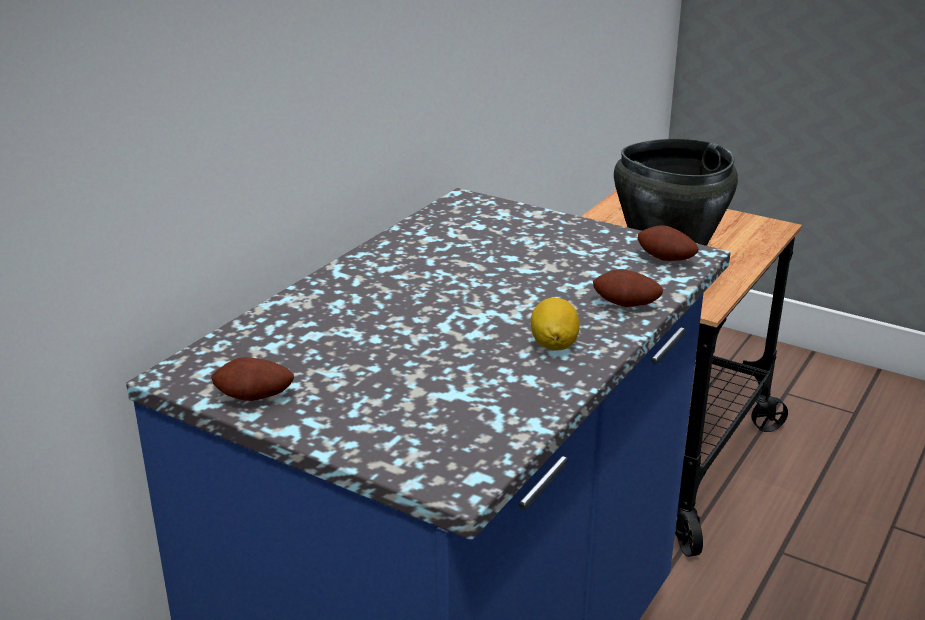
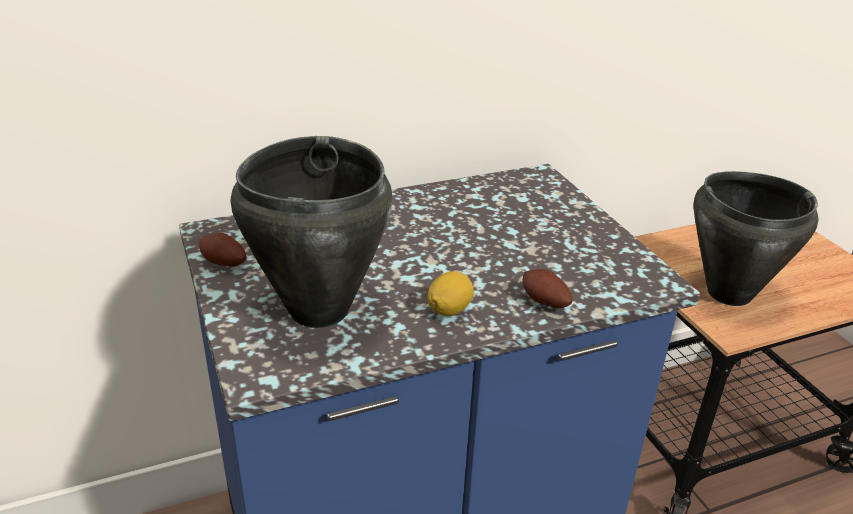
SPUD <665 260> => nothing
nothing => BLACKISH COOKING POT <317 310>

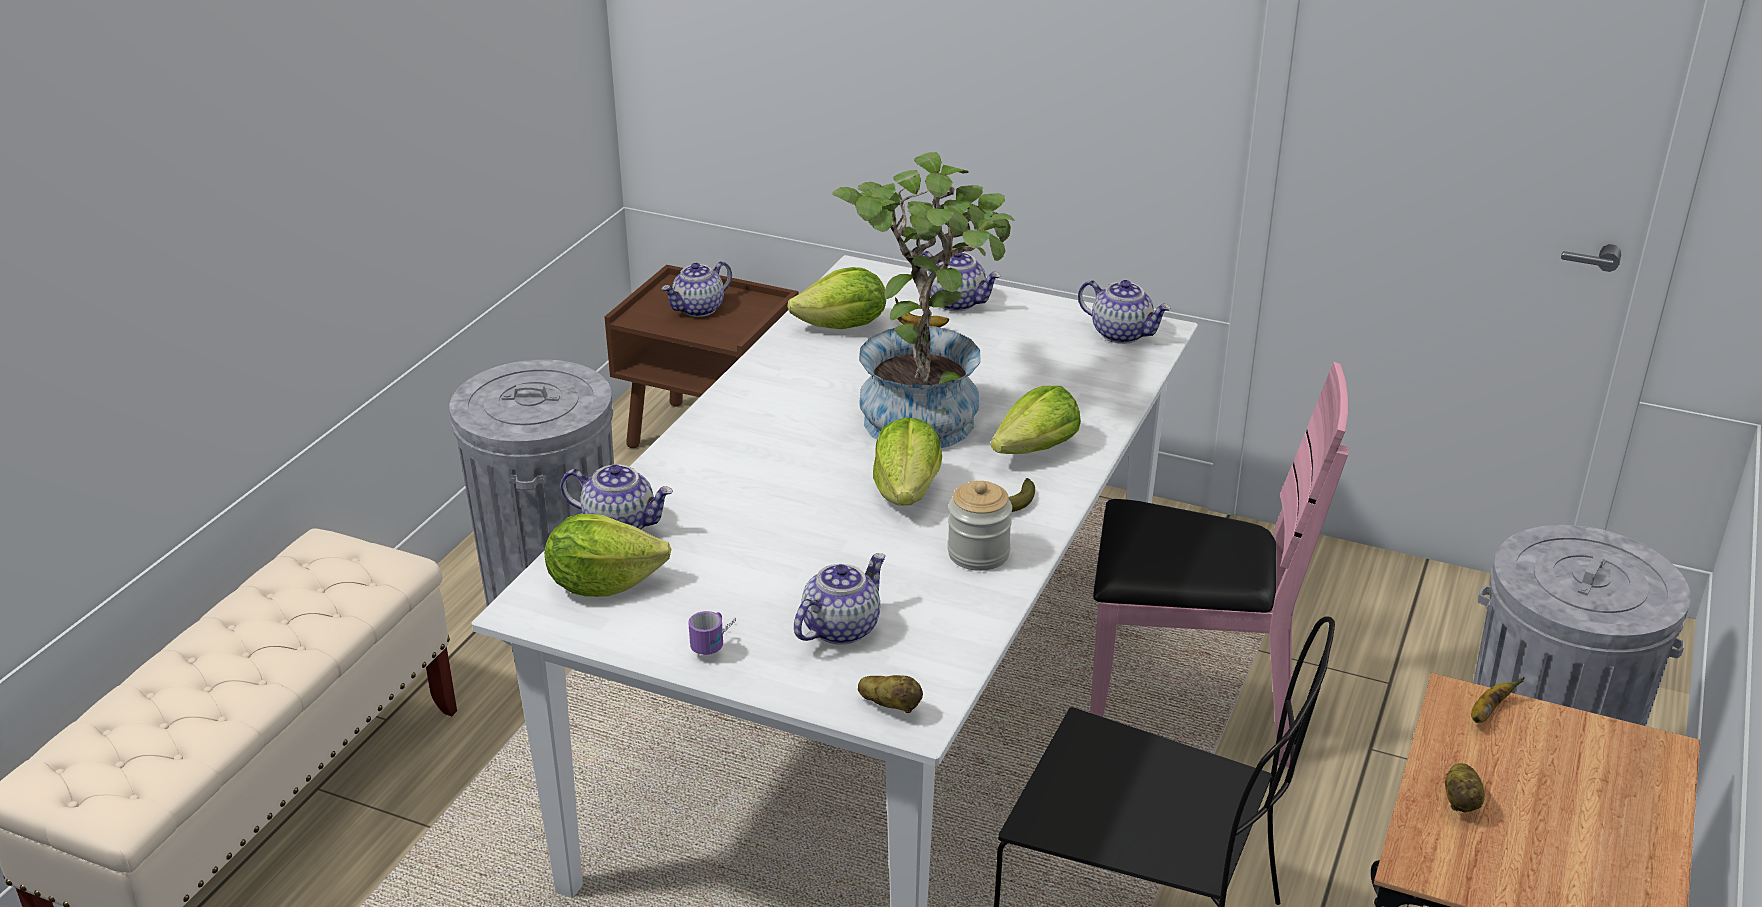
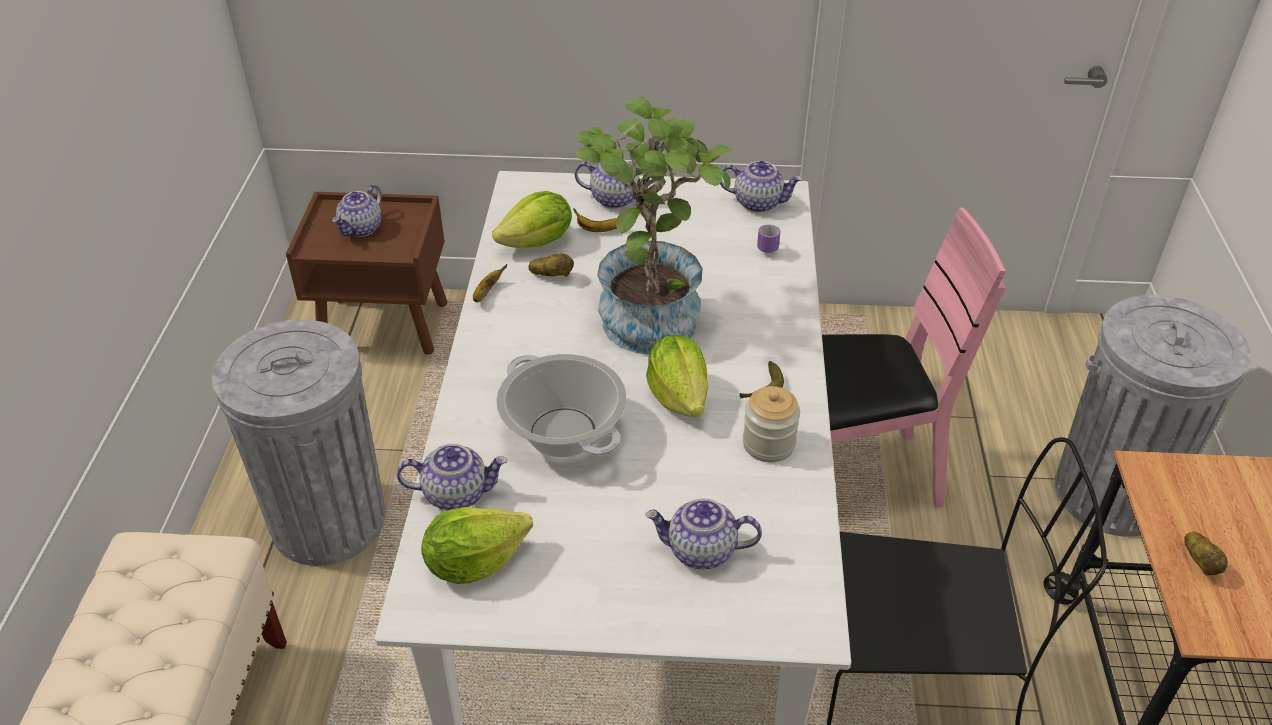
LETTUCE HEAD <1036 449> => nothing
TEAPOT <840 627> => TEAPOT <701 551>, 105 degrees counterclockwise
COFFEE MUG <717 642> => COFFEE MUG <768 244>, move
SPUD <890 706> => SPUD <552 275>, move
BANANA FRUIT <1487 712> => BANANA FRUIT <486 293>, move
nothing => COOKING POT <564 432>

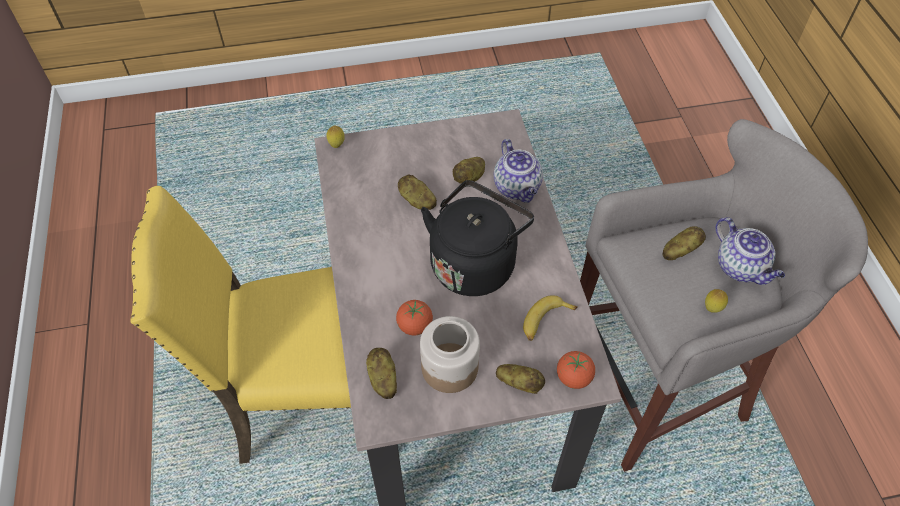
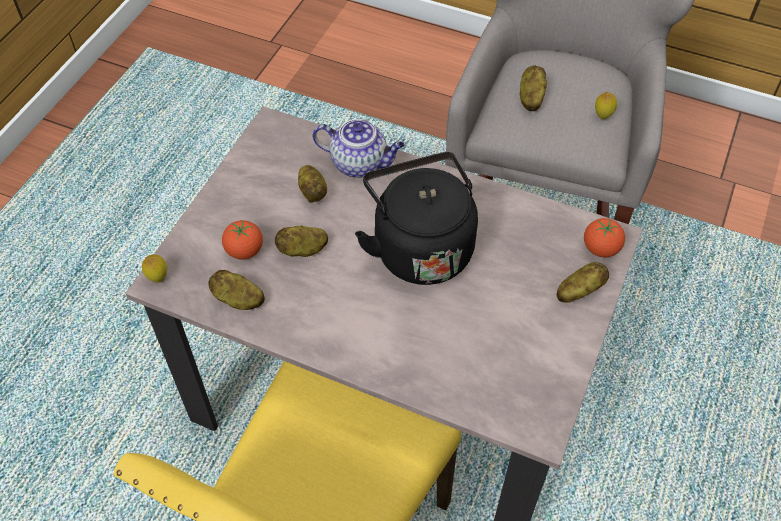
TEAPOT <741 268> => nothing
BANANA FRUIT <545 322> => nothing
FRESH TOMATO <415 326> => FRESH TOMATO <244 251>, move
JAR <449 367> => nothing
SPUD <382 379> => SPUD <238 300>, move

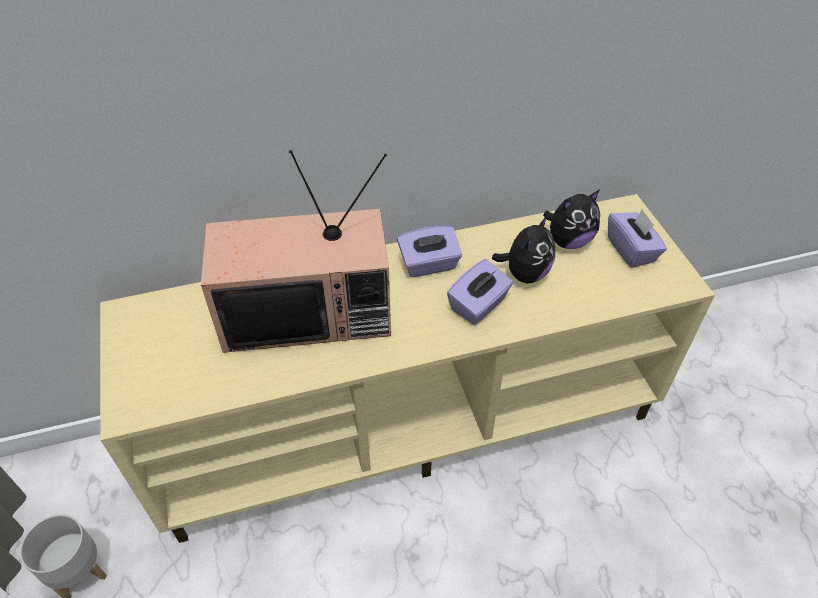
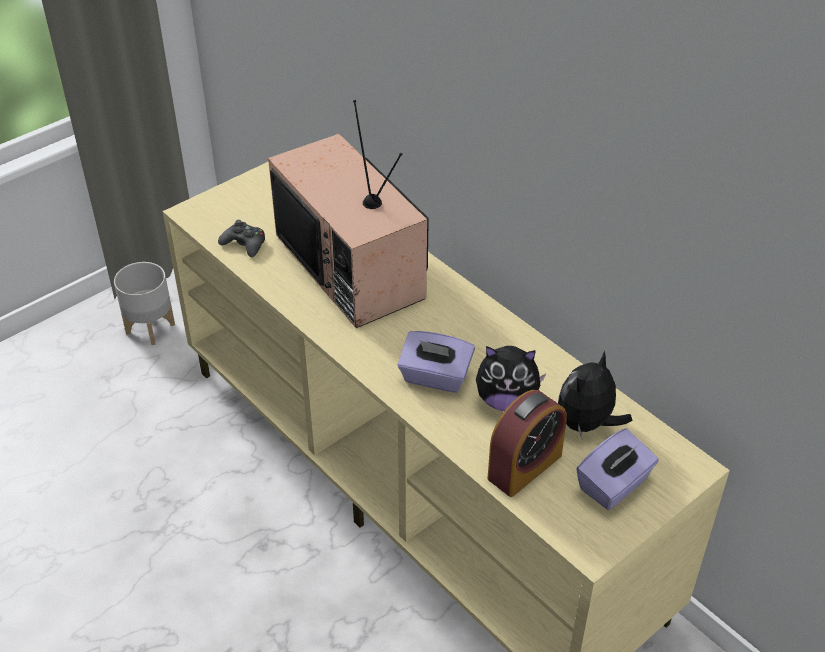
CUDDLY TOY <568 241> => CUDDLY TOY <587 424>, 90 degrees clockwise
PURPLE-COLOURED TISSUE BOX <429 265> => nothing
nothing => BLACKISH JOYPAD <244 244>
nothing => BEDSIDE CLOCK <524 466>

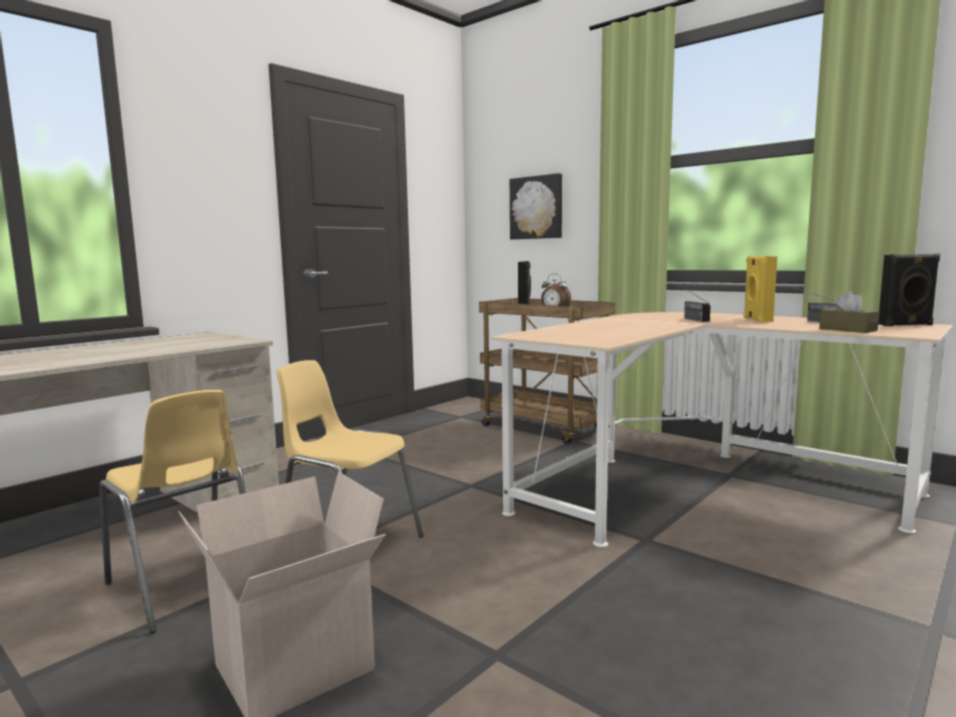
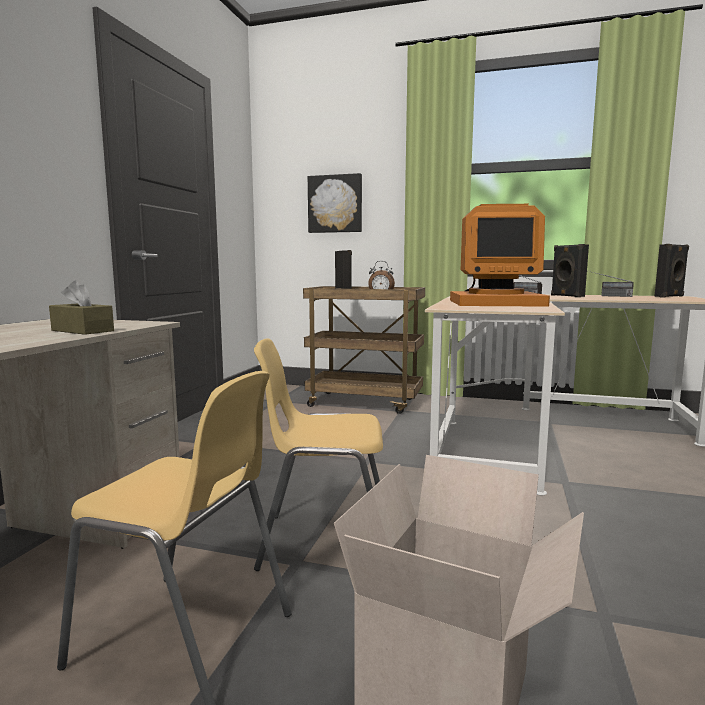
YELLOW SPEAKER <756 319> => BLACKISH SPEAKER <566 296>
BROWN TISSUE BOX <847 330> => BROWN TISSUE BOX <82 331>, move
nothing => COMPUTER DISPLAY <495 302>

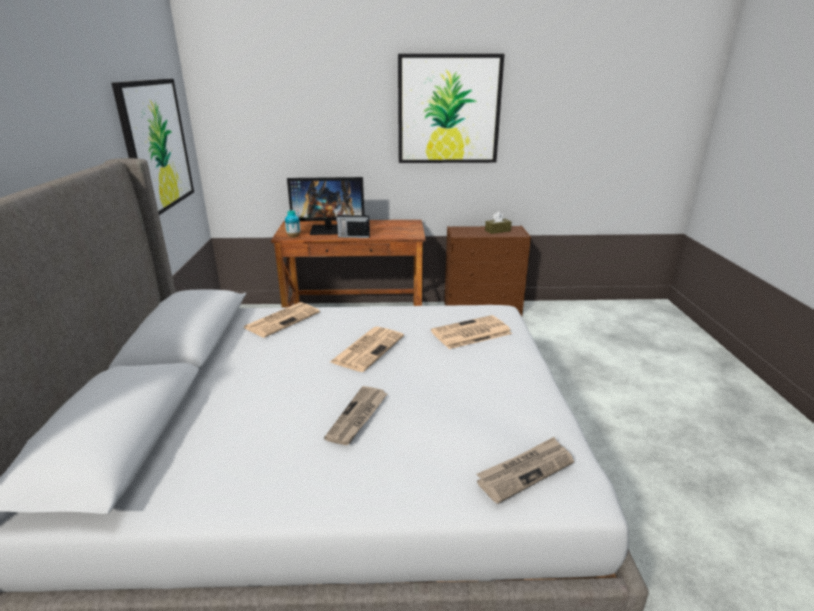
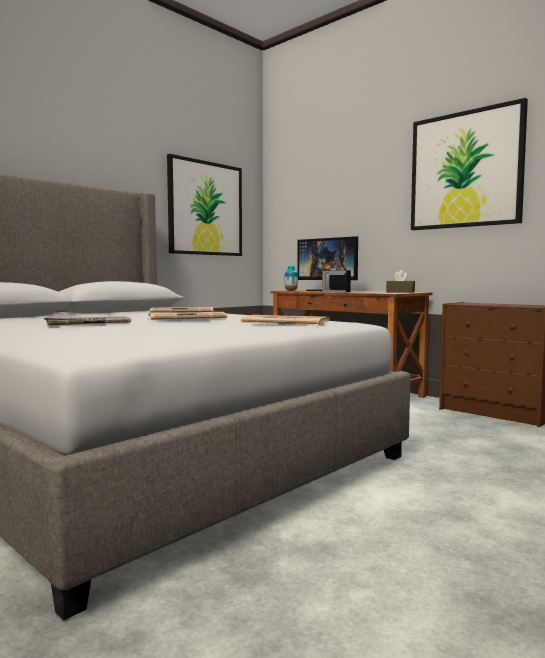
BROWN TISSUE BOX <497 231> => BROWN TISSUE BOX <400 292>, move
PRINTED PAPER <525 471> => nothing

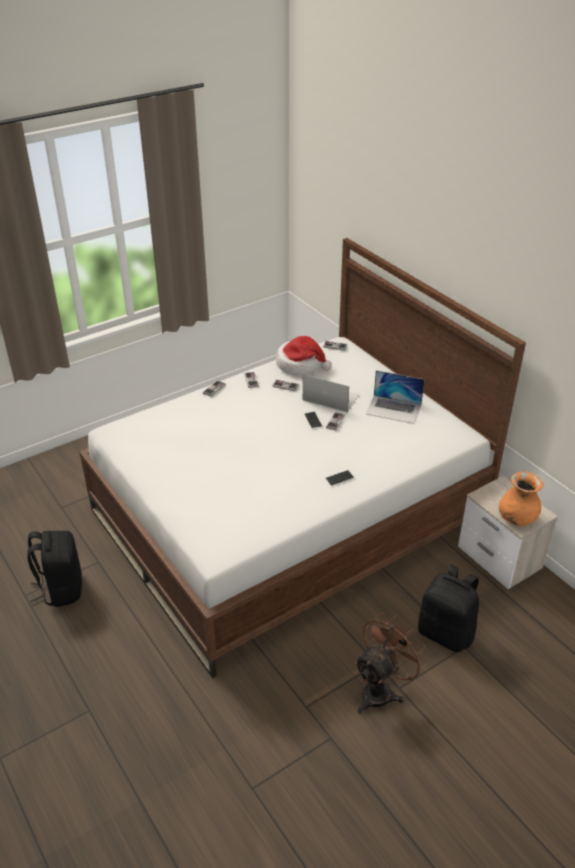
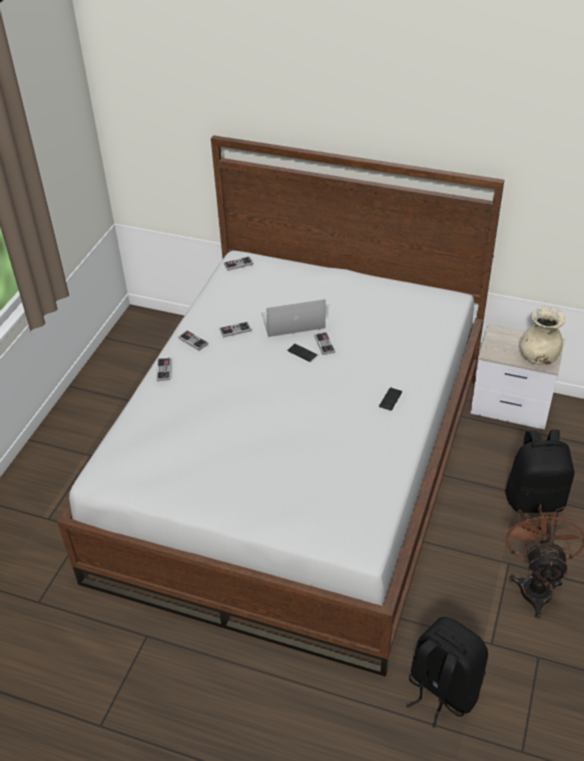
WEARABLE HAT <300 364> => nothing
NOTEBOOK COMPUTER <394 409> => nothing
ORANGE-COLOURED FLOWER VASE <517 518> => BEIGE-COLOURED FLOWER VASE <538 358>
BLACKISH RUCKSACK <61 589> => BLACKISH RUCKSACK <442 689>, move

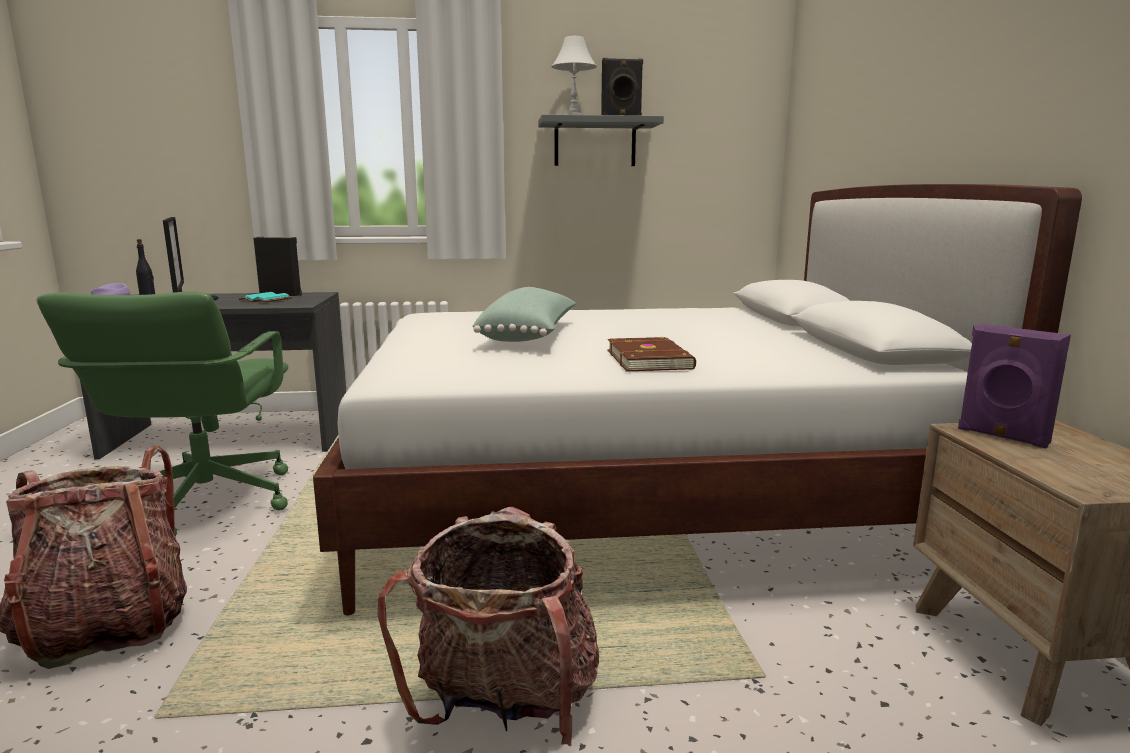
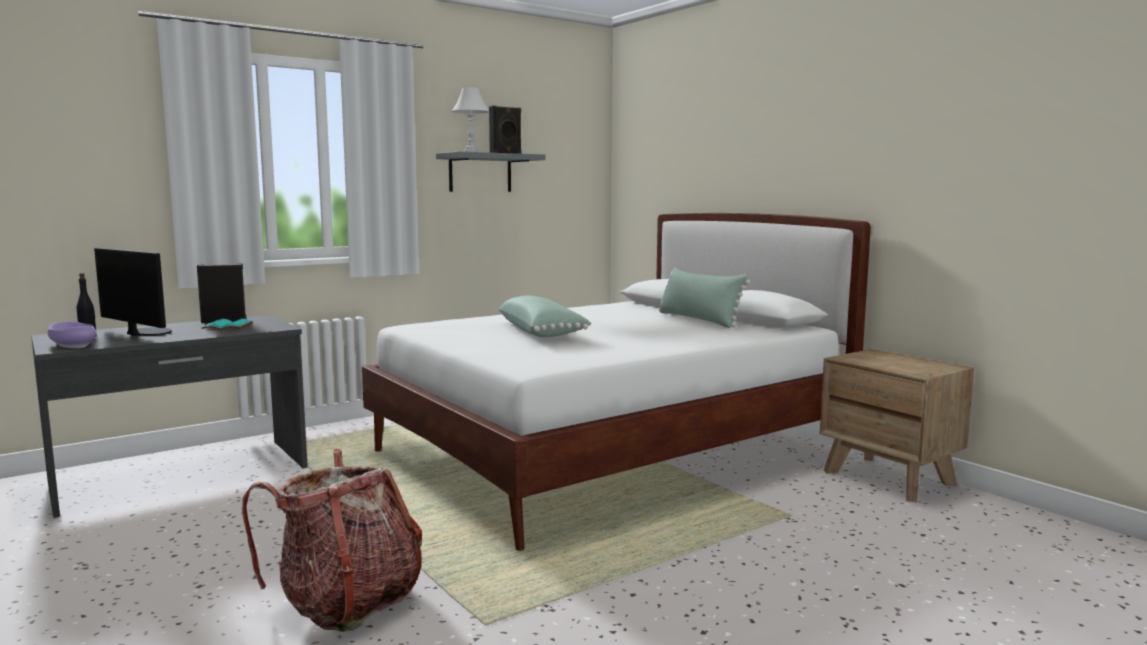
GREENISH OFFICE CHAIR <204 502> => nothing
PURPLE-COLOURED SPEAKER <1002 436> => nothing
BROWN BOOK <650 359> => nothing
RUCKSACK <506 704> => nothing
nothing => GREENISH PILLOW <698 319>

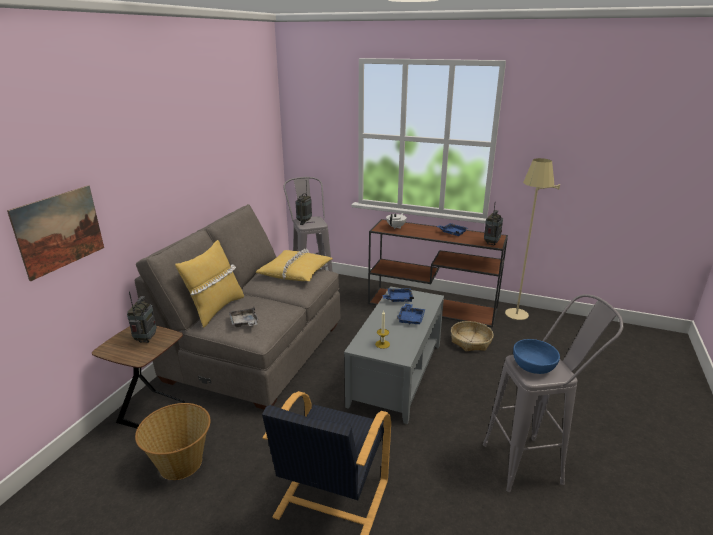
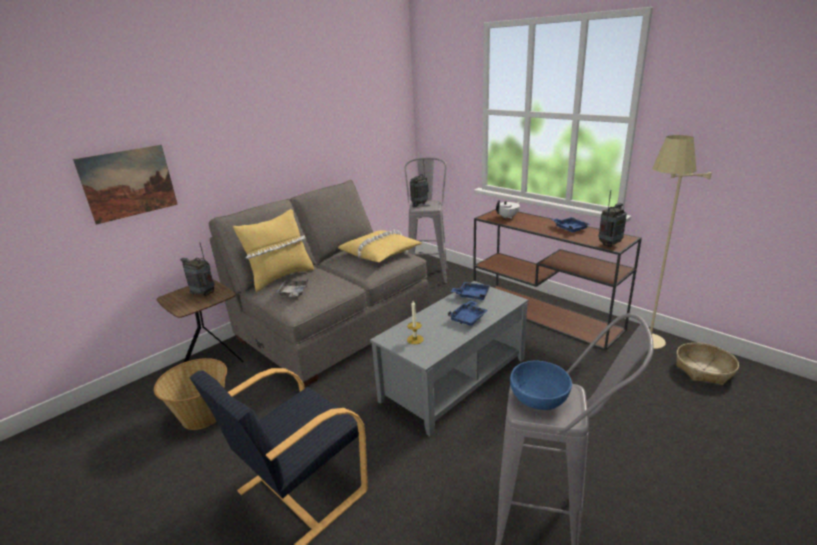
RADIO SET <146 339> => RADIO SET <204 294>, 90 degrees counterclockwise
STORAGE BASKET <470 341> => STORAGE BASKET <703 369>, move

